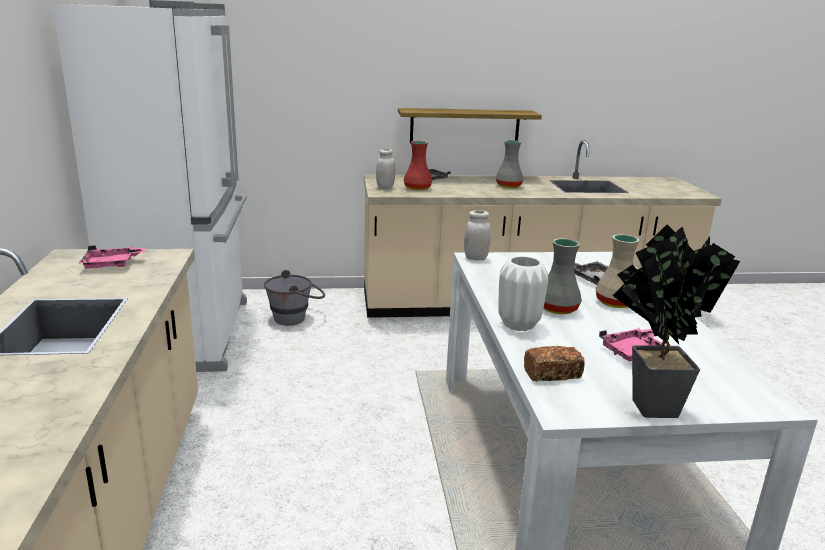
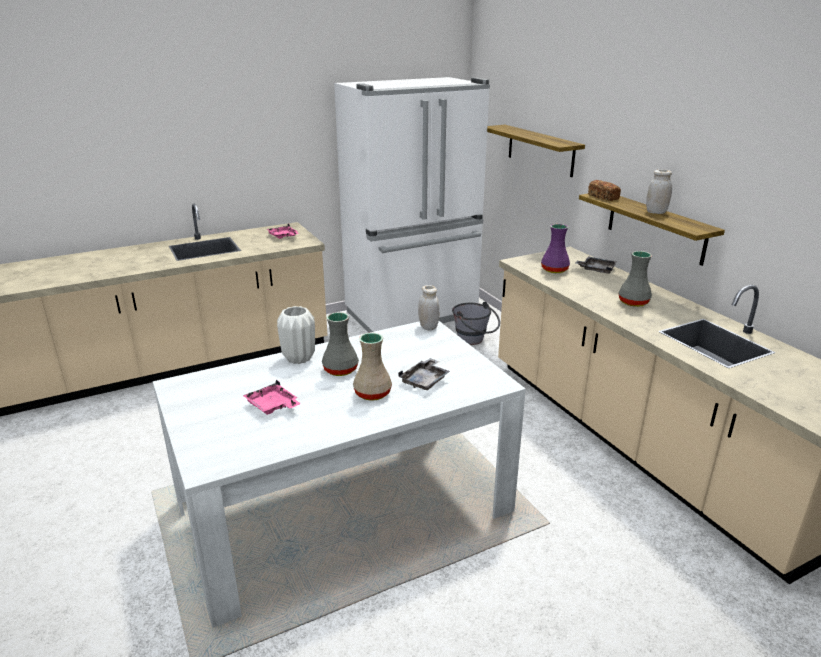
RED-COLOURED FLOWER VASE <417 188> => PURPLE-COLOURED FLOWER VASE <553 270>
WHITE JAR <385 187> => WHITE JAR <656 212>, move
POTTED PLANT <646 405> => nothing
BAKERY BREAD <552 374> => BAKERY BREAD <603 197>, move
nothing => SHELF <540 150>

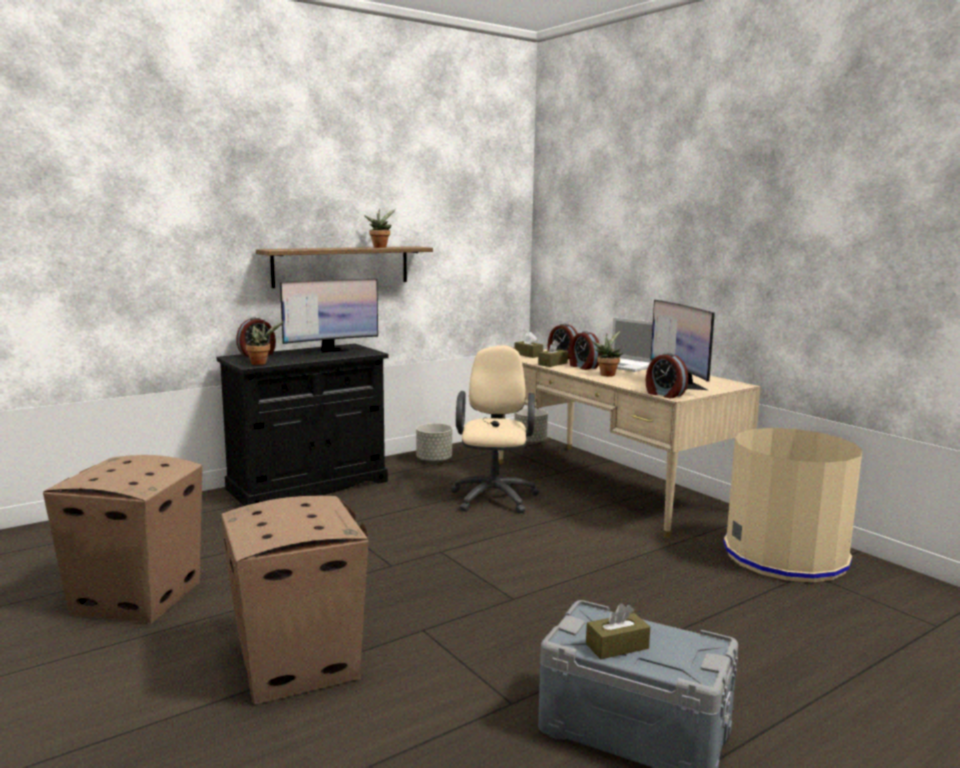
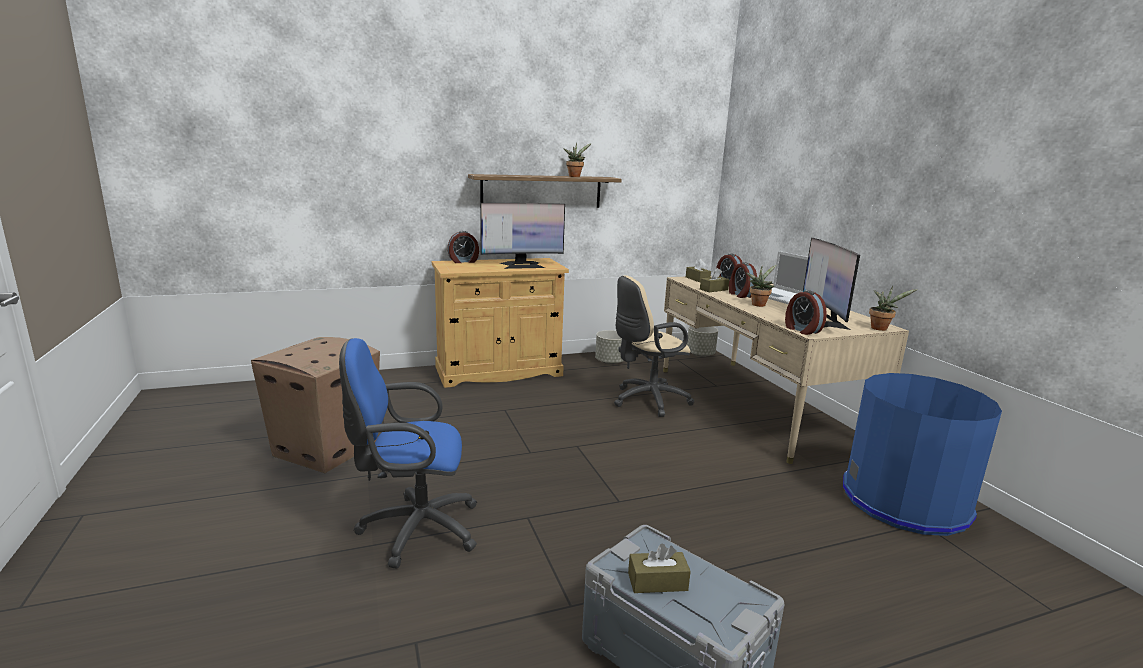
POTTED PLANT <261 363> => POTTED PLANT <881 328>, move
BLACKISH CUPBOARD <308 485> => BEIGE-COLOURED CUPBOARD <499 371>
BEIGE-COLOURED OFFICE CHAIR <494 496> => BEIGE-COLOURED OFFICE CHAIR <646 401>, 135 degrees counterclockwise
BEIGE-COLOURED WASTE BIN <785 555> => BLUE-COLOURED WASTE BIN <905 500>
CARDBOARD BOX <298 663> => BLUE-COLOURED OFFICE CHAIR <413 529>

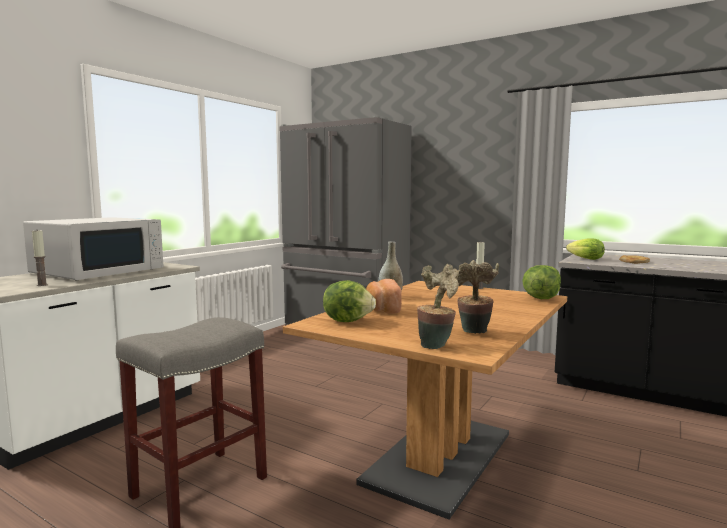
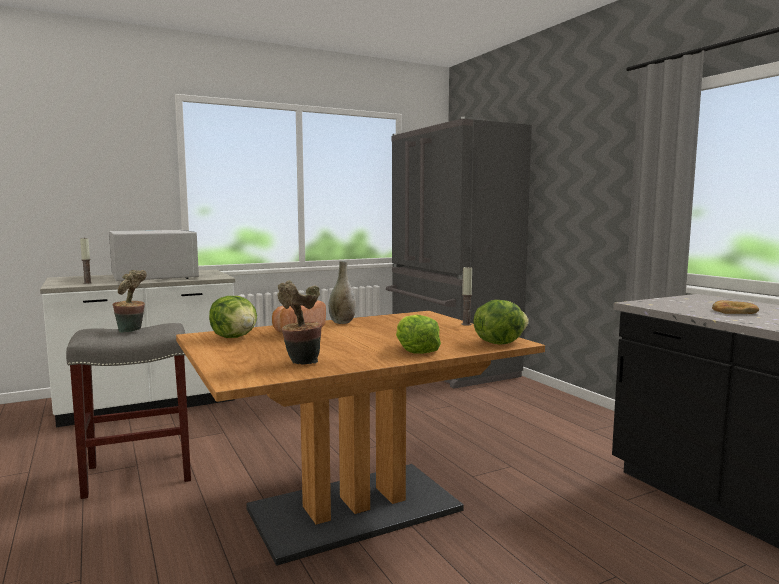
WHITE KITCHEN MICROWAVE <99 271> => WHITE KITCHEN MICROWAVE <154 276>, 90 degrees counterclockwise
LETTUCE HEAD <586 259> => LETTUCE HEAD <415 350>, move
POTTED PLANT <437 345> => POTTED PLANT <132 331>, move

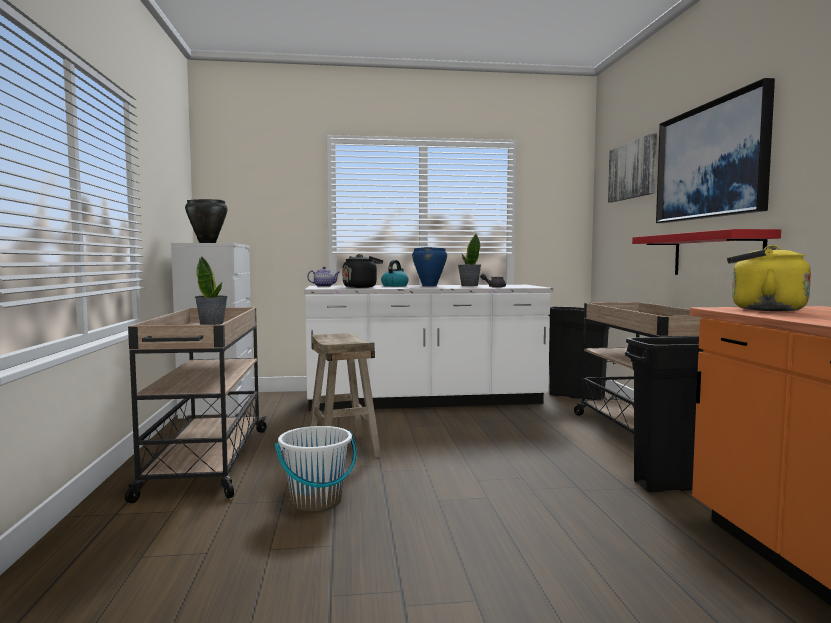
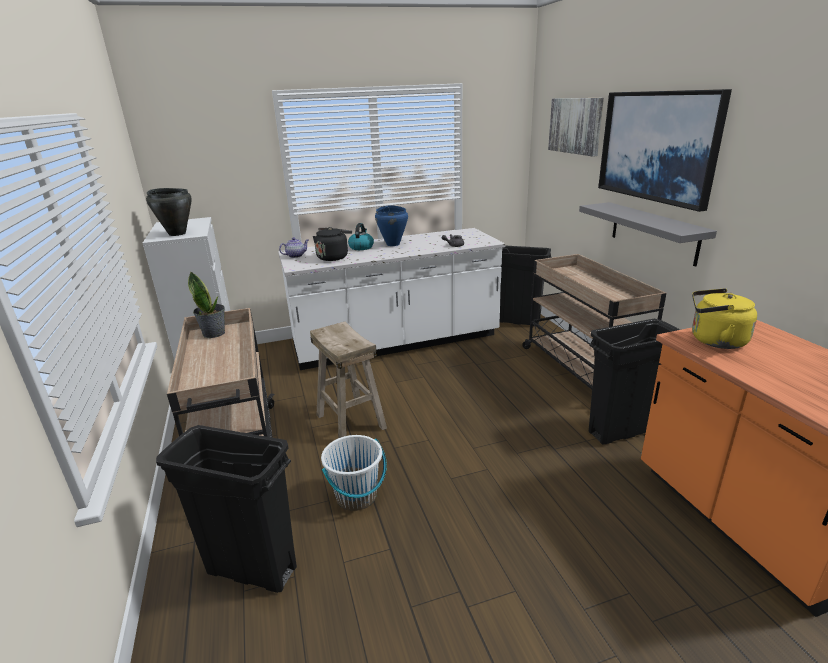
RED-COLOURED SHELF <716 255> => GREYISH SHELF <653 232>
POTTED PLANT <469 285> => nothing
nothing => BLACKISH WASTE BIN <251 570>

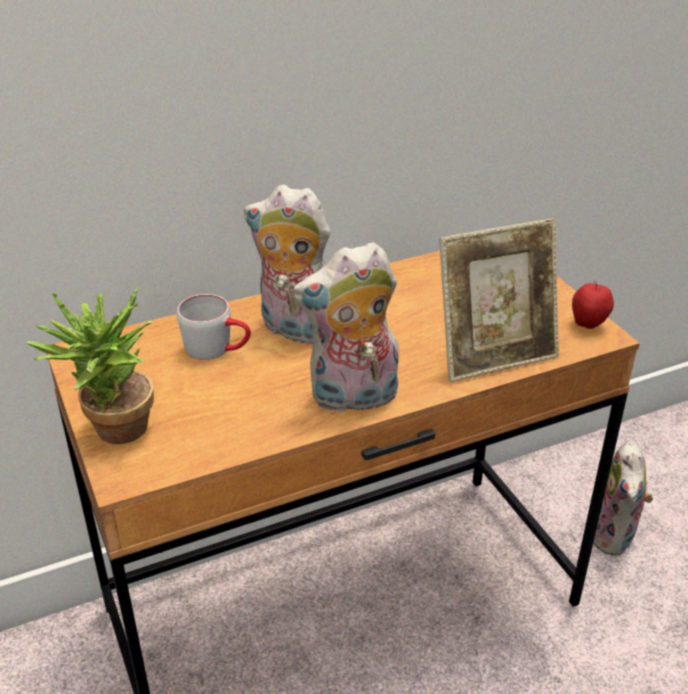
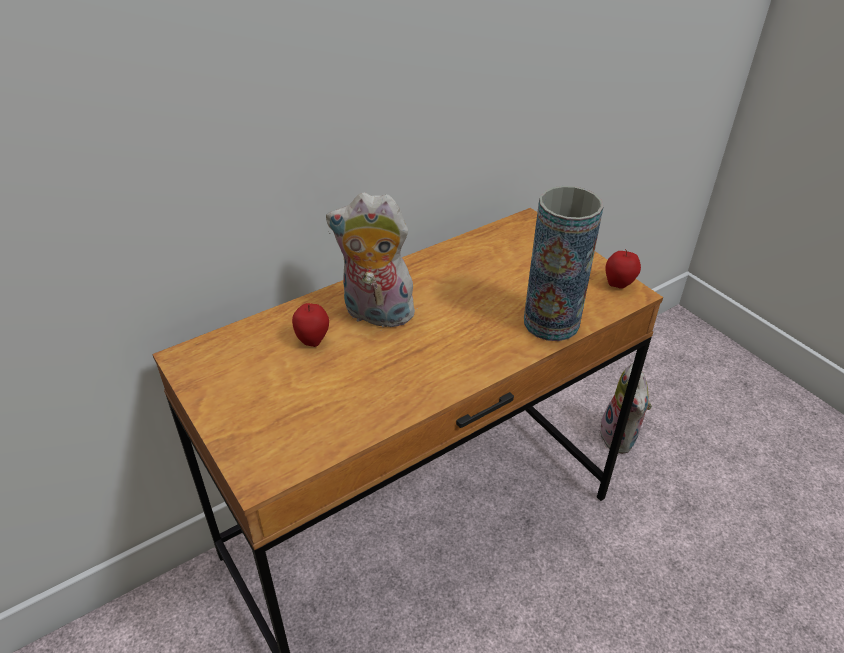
PICTURE FRAME <495 357> => FLOWER VASE <551 322>
CUDDLY TOY <353 398> => nothing
POTTED PLANT <112 433> => nothing
GREYISH COFFEE MUG <218 349> => WHOLE APPLE <313 340>

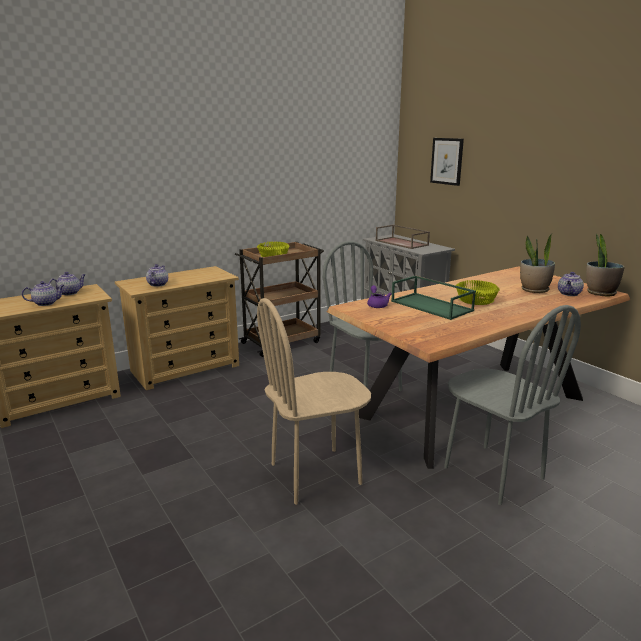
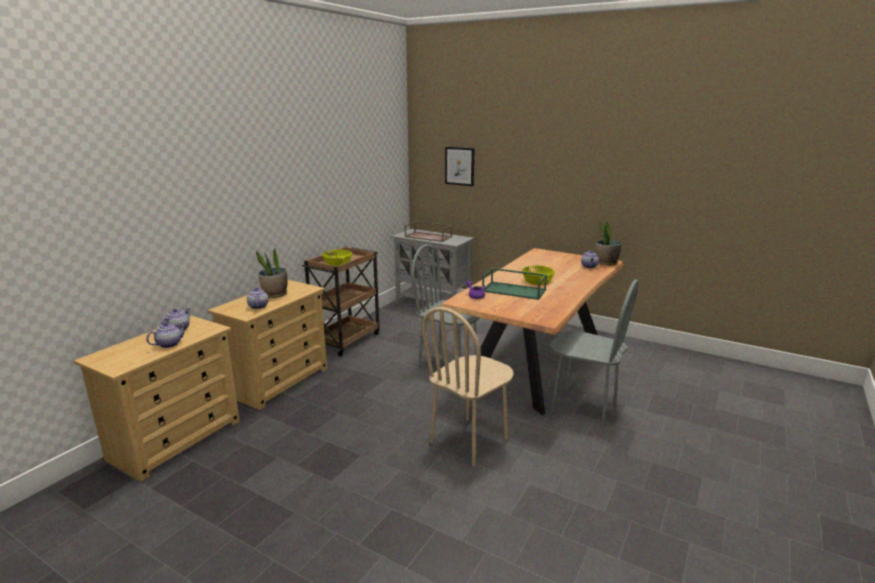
POTTED PLANT <534 290> => POTTED PLANT <275 294>, move

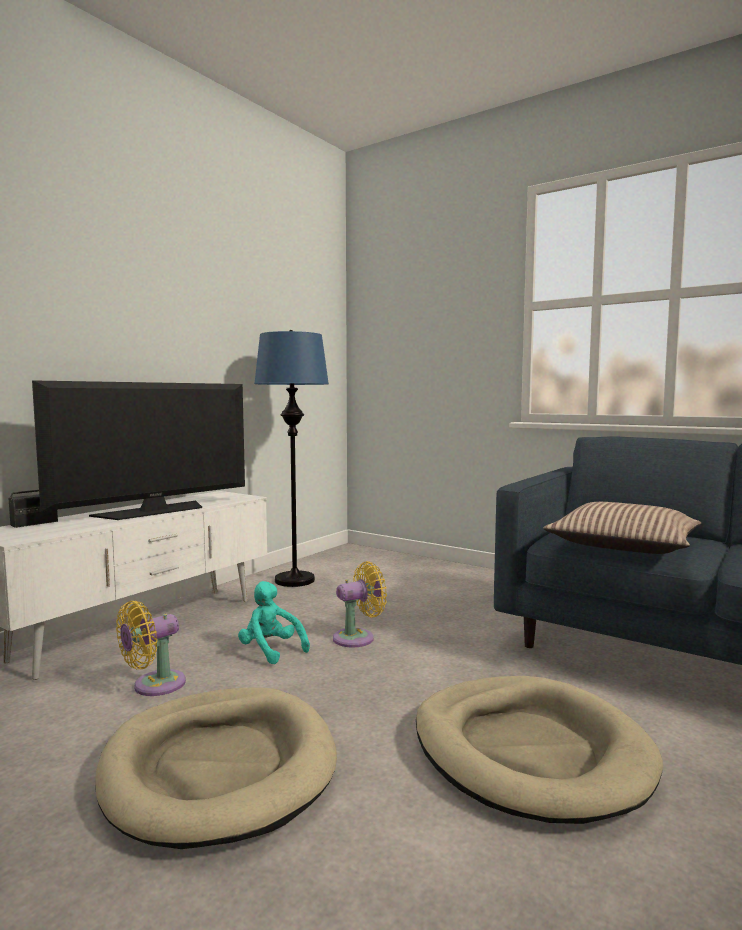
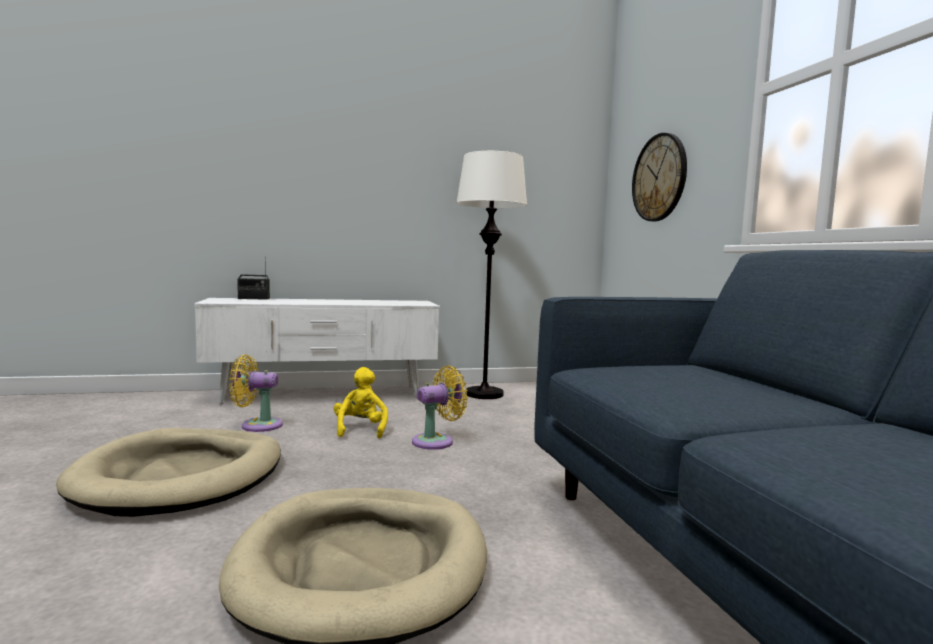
BLUE-COLOURED STANDARD LAMP <294 580> => WHITE STANDARD LAMP <484 394>
TELEVISION <154 511> => nothing
PILLOW <623 545> => nothing
YELLOW COOLING FAN <358 638> => YELLOW COOLING FAN <437 441>, 45 degrees counterclockwise
BLUE-GREEN CUDDLY TOY <271 650> => YELLOW CUDDLY TOY <360 429>
nothing => CLOCK ON THE WALL <659 178>

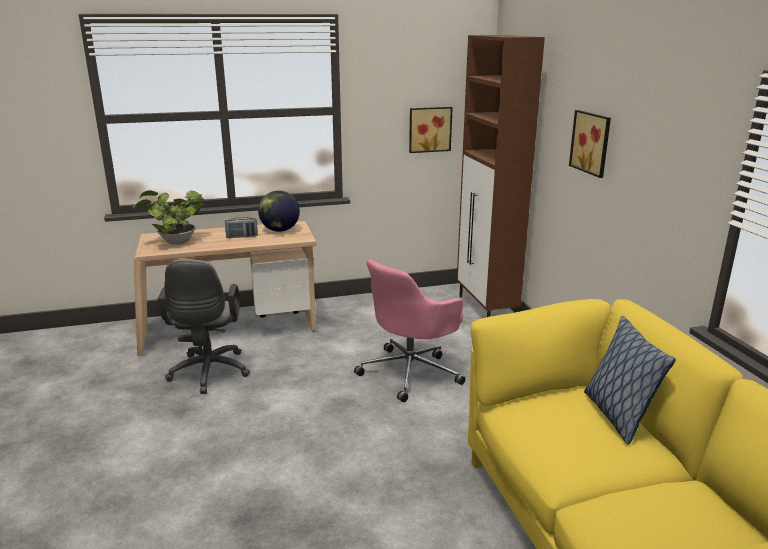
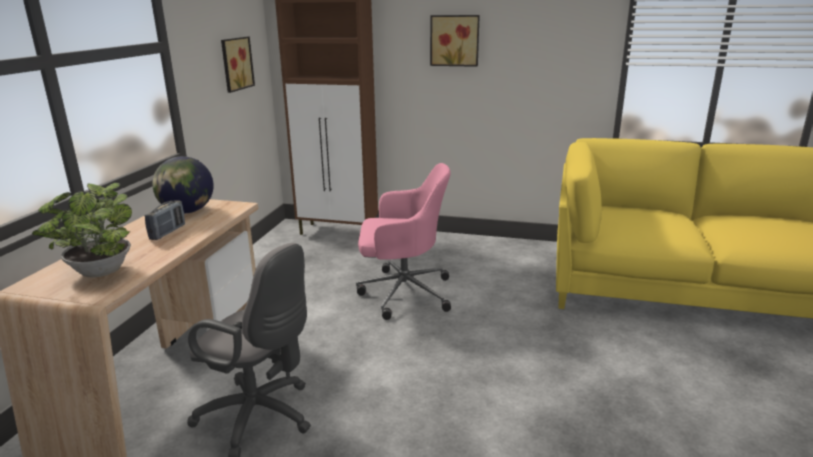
PINK-COLOURED OFFICE CHAIR <411 372> => PINK-COLOURED OFFICE CHAIR <403 293>, 75 degrees counterclockwise
PILLOW <617 415> => nothing

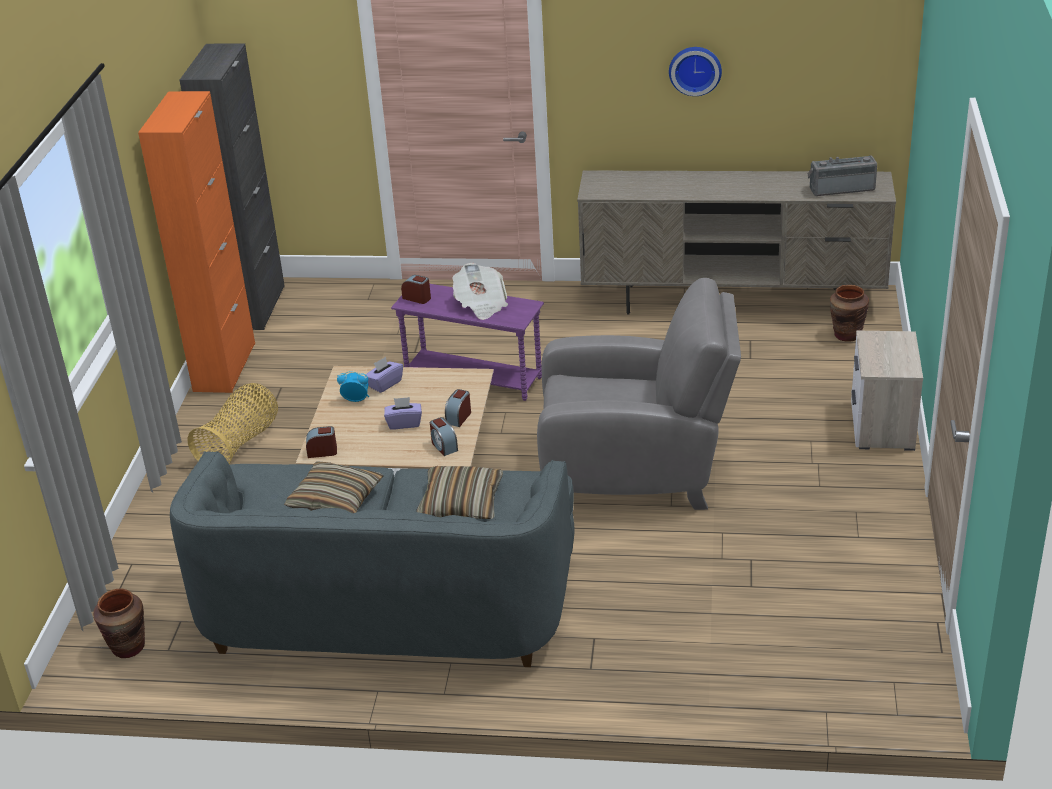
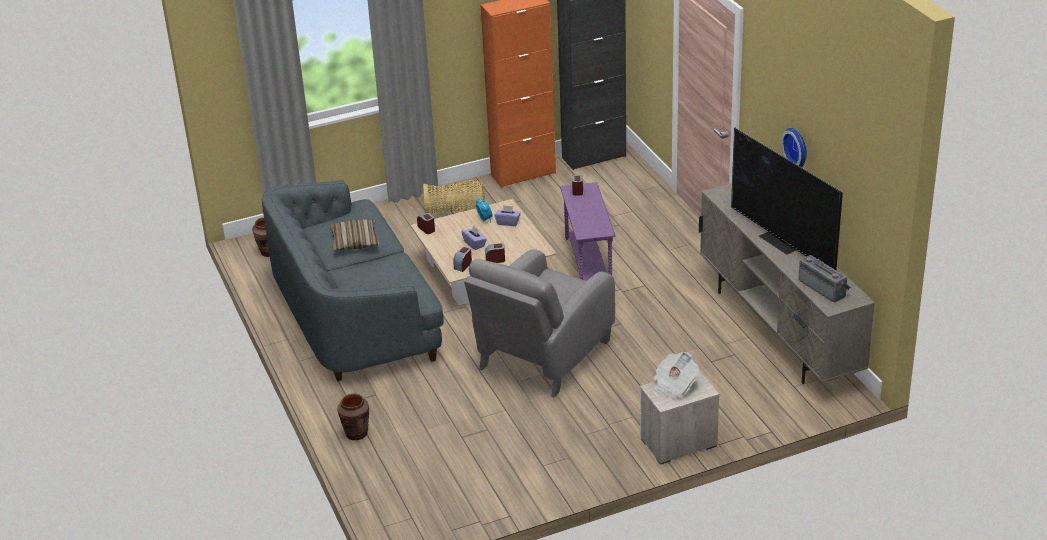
PRINTED PAPER <481 304> => PRINTED PAPER <673 386>, move
GREYISH EASY CHAIR <636 471> => GREYISH EASY CHAIR <542 357>, 60 degrees clockwise
BROWN FLOWER VASE <847 335> => BROWN FLOWER VASE <356 433>, move
PILLOW <461 503> => nothing
nothing => TELEVISION <782 241>

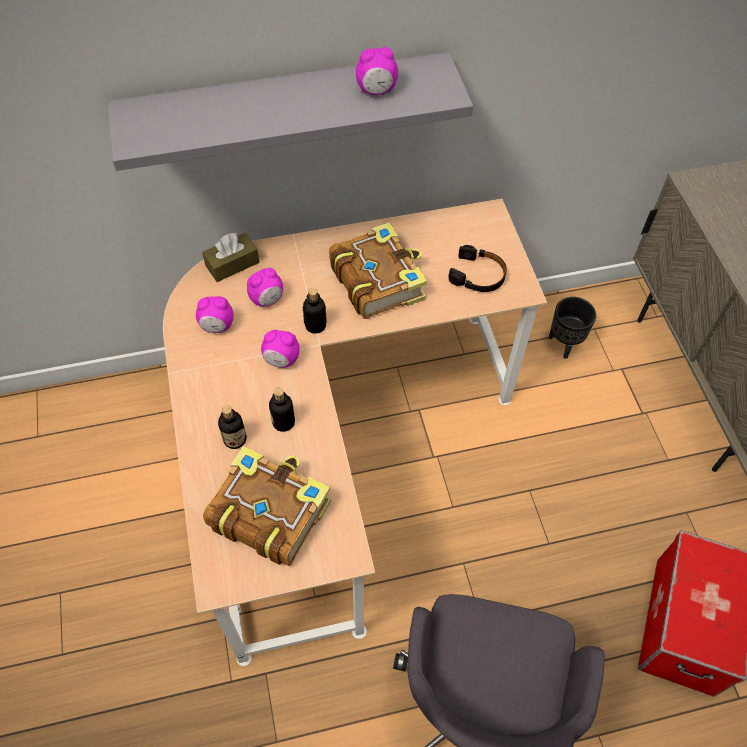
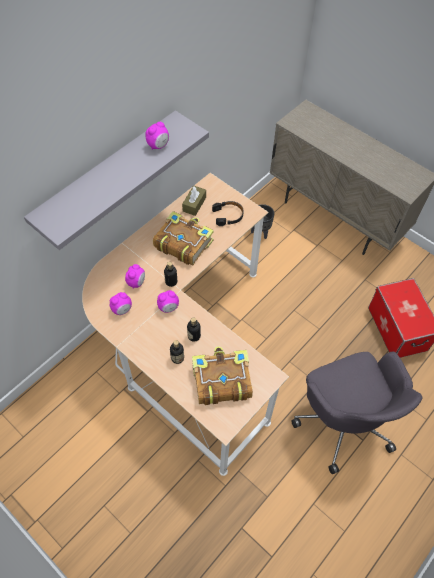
BROWN TISSUE BOX <232 264> => BROWN TISSUE BOX <194 204>, move

